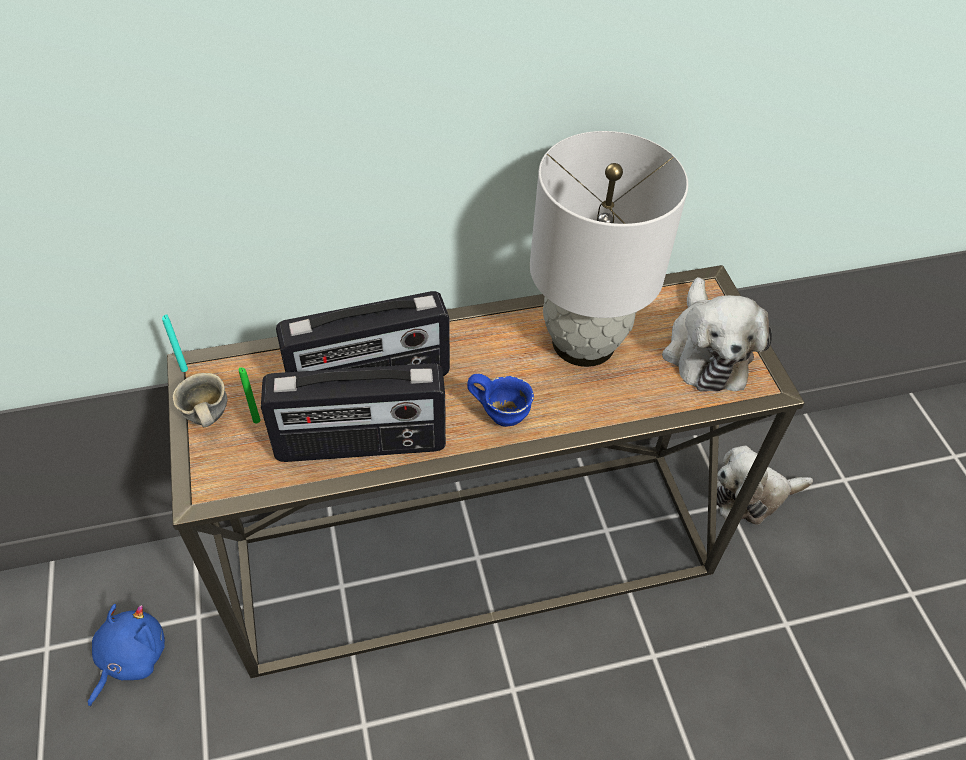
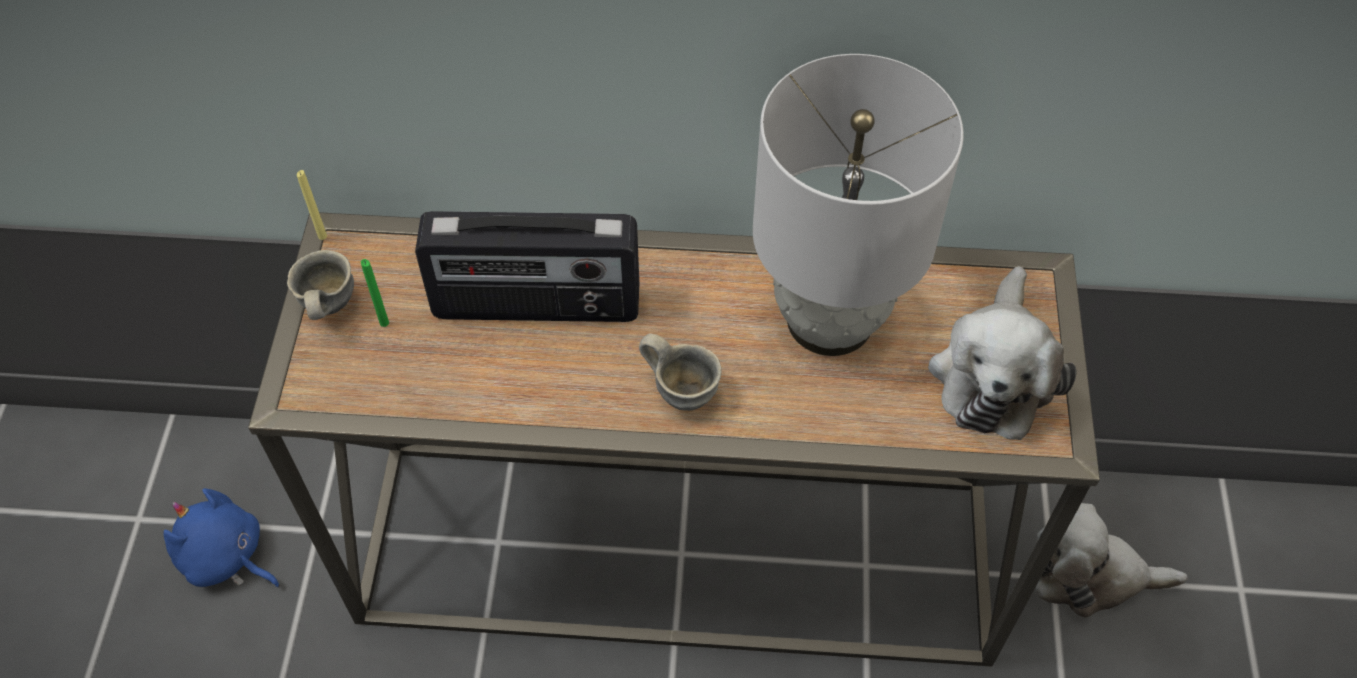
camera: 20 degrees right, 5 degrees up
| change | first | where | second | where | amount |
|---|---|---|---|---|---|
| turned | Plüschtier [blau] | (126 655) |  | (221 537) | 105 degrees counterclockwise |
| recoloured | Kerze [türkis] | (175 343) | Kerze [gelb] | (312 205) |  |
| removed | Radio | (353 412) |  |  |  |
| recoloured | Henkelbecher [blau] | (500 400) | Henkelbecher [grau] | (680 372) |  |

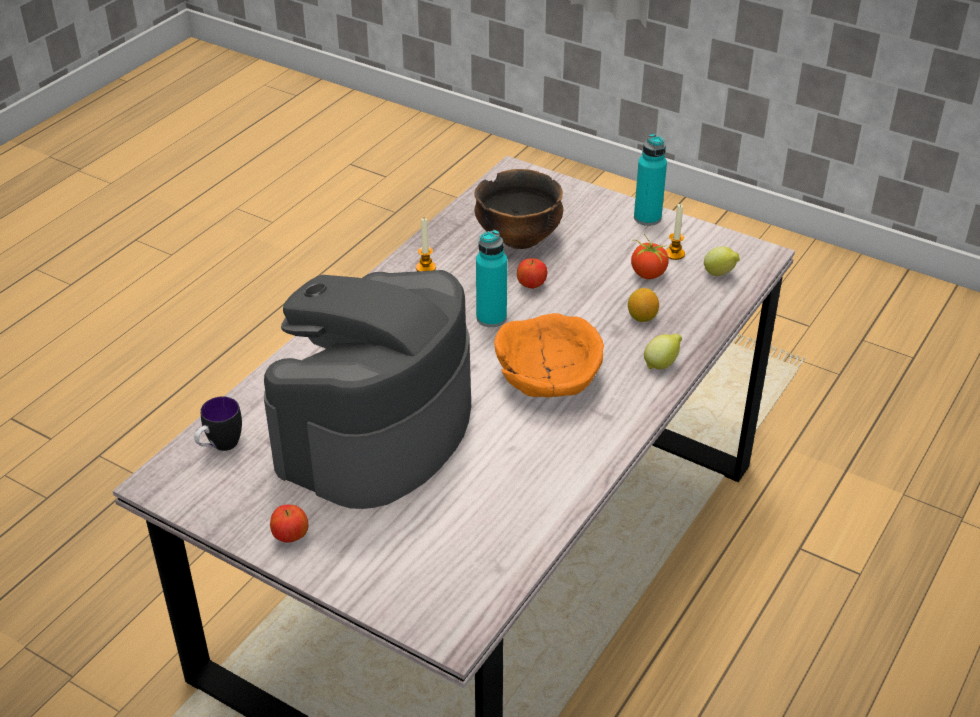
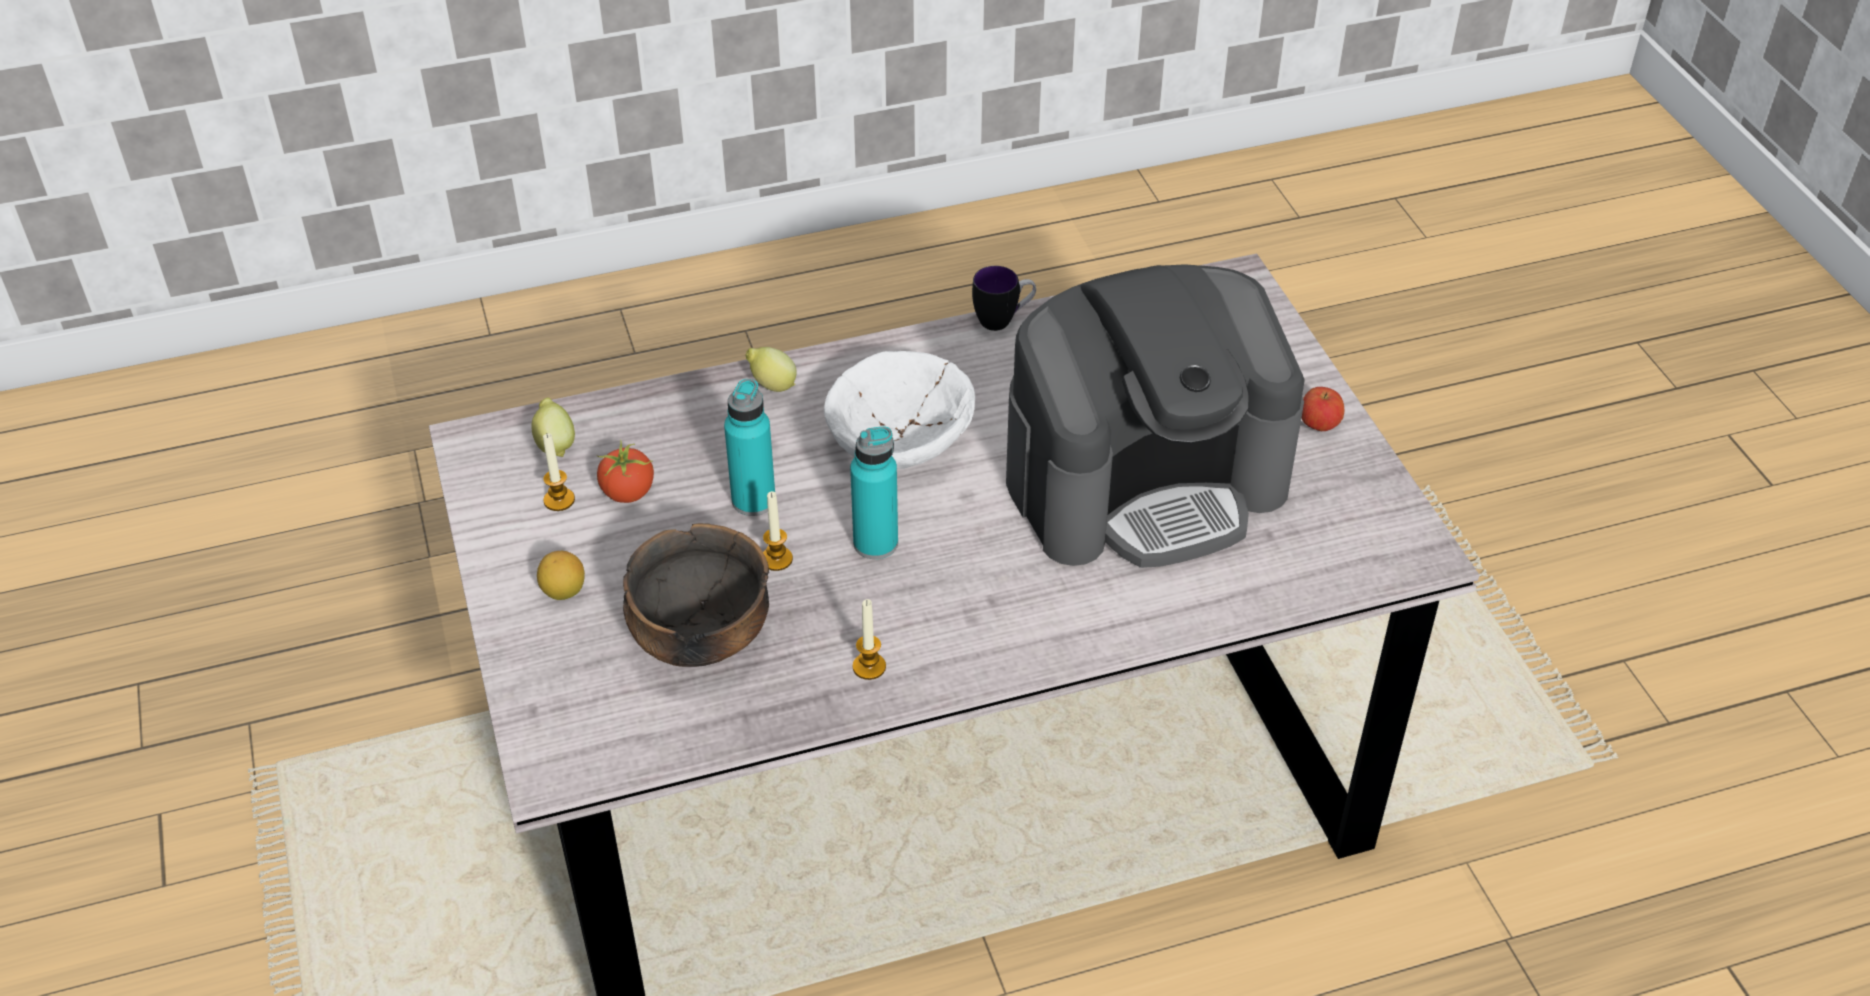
camera: 140 degrees left, 5 degrees up
| change | first | where | second | where | amount |
|---|---|---|---|---|---|
| moved | Henkelbecher | (218 423) |  | (1004 298) |  |
| recoloured | Schüssel [orange] | (549 355) | Schüssel [weiß] | (899 410) |  |
| replaced | Apfel | (532 273) | Kerze | (778 531) |  |
| moved | Zitrone | (643 305) |  | (561 575) |  |
| moved | Flasche [türkis] | (650 180) |  | (749 447) |  |

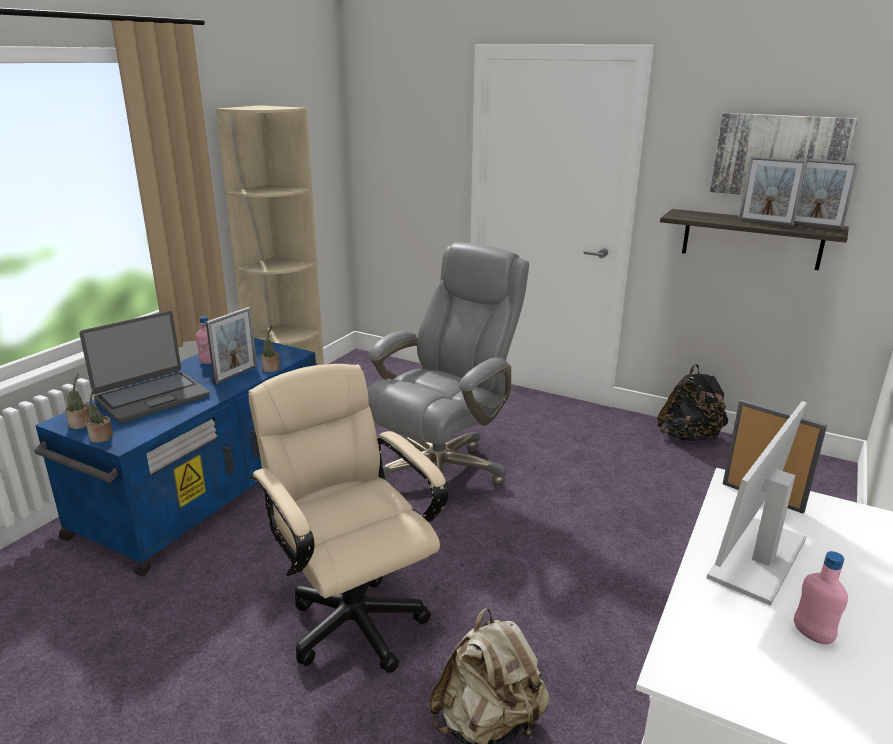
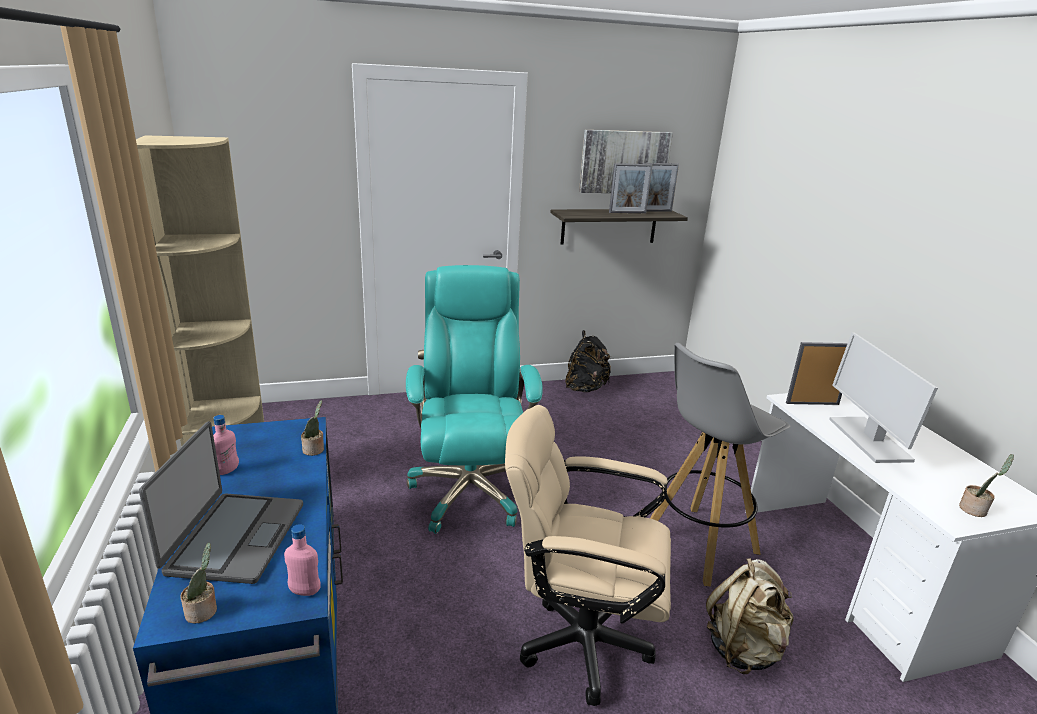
camera: 45 degrees left, 0 degrees up
| change | first | where | second | where | amount |
|---|---|---|---|---|---|
| moved | Topfpflanze | (99 415) |  | (986 485) |  |
| removed | Bilderrahmen | (231 345) |  |  |  |
| recoloured | Bürostuhl [grau] | (448 378) | Bürostuhl [türkis] | (474 399) |  |
| moved | Flasche [rosa] | (821 597) |  | (302 560) |  |
| added |  |  | Hocker [grau] | (720 464) |  |

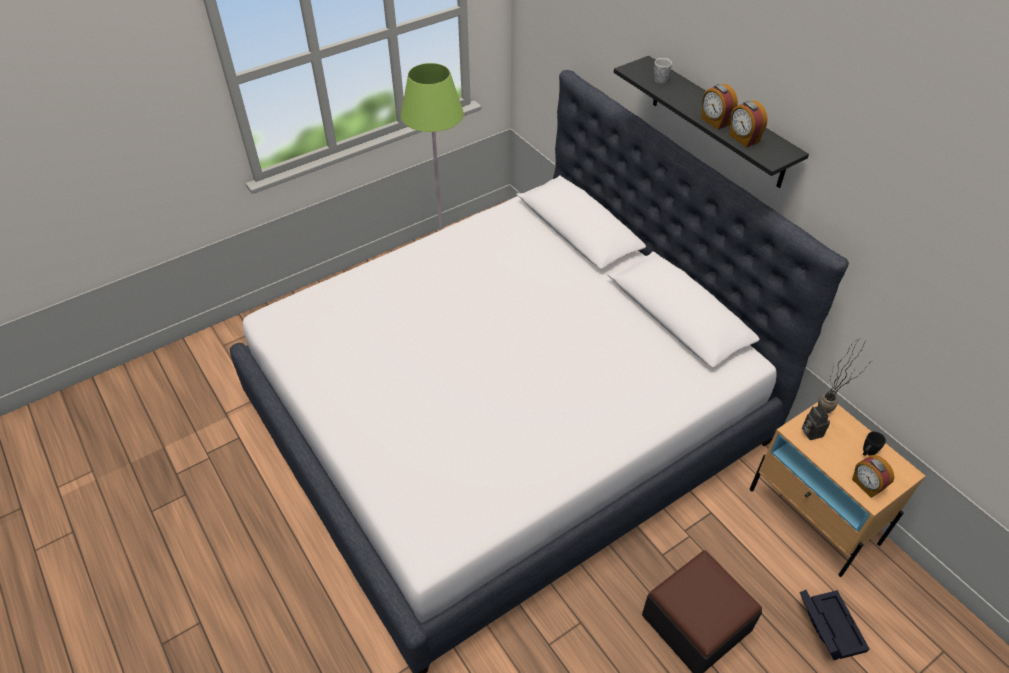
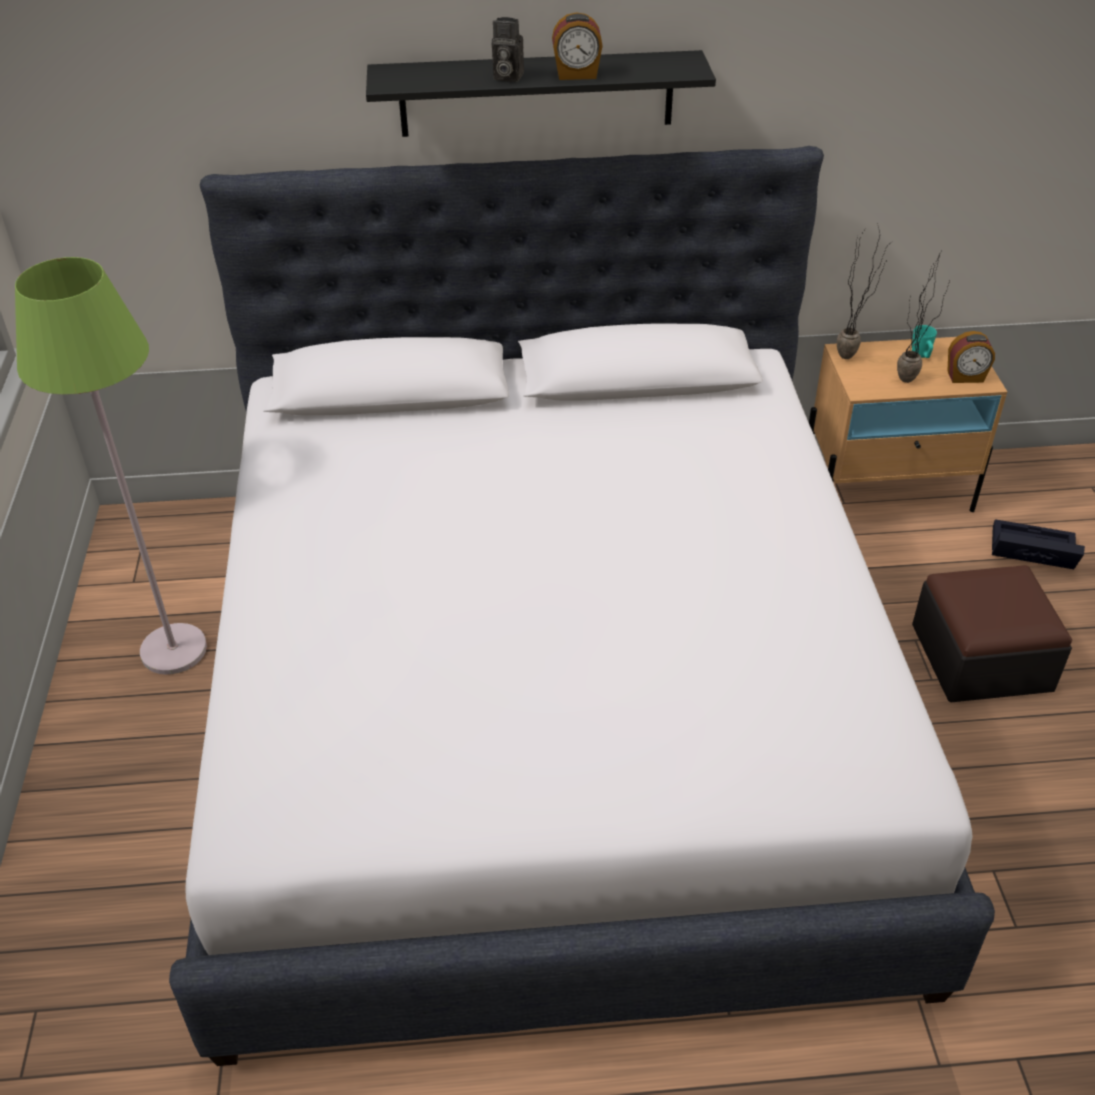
camera: 60 degrees left, 5 degrees down
| change | first | where | second | where | amount |
|---|---|---|---|---|---|
| removed | Henkelbecher [weiß] | (663 71) |  |  |  |
| removed | Wecker | (748 123) |  |  |  |
| moved | Kamera | (816 422) |  | (508 49) |  |
| recoloured | Henkelbecher [schwarz] | (874 443) | Henkelbecher [türkis] | (924 341) |  |
| added |  |  | Topfpflanze | (923 317) |  |

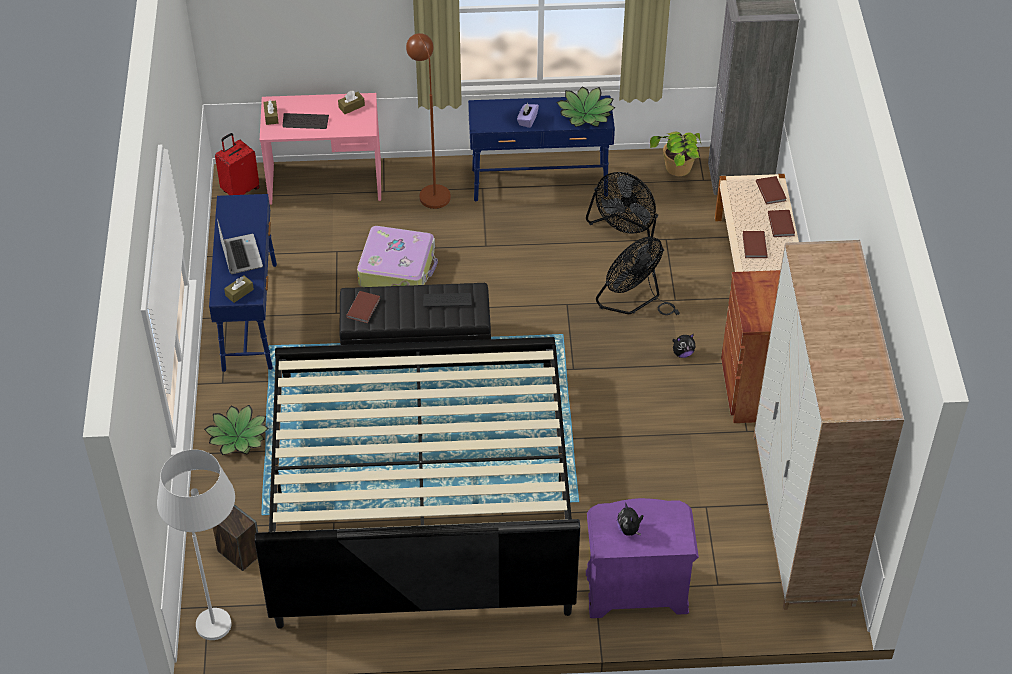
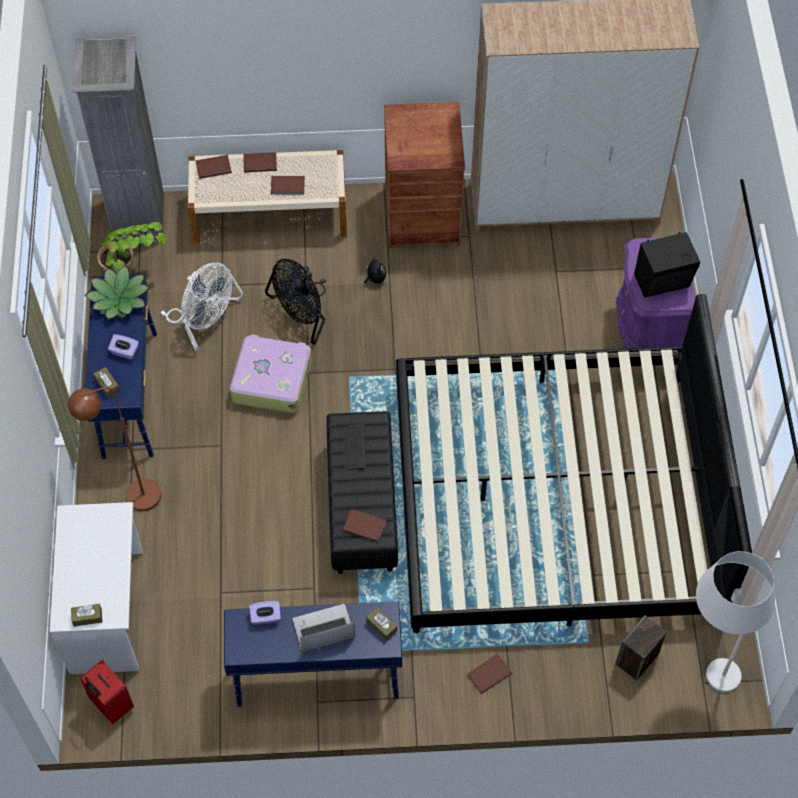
camera: 90 degrees left, 10 degrees up
| change | first | where | second | where | amount |
|---|---|---|---|---|---|
| replaced | Topfpflanze | (236 430) | Buch [braun] | (489 673) |  |
| recoloured | Schreibtisch [rosa] | (320 149) | Schreibtisch [weiß] | (96 588) |  |
| removed | Tastatur | (306 121) |  |  |  |
| moved | Taschentuchbox [braun] | (351 102) |  | (106 382) |  |
| moved | Koffer | (397 256) |  | (271 373) |  |
| recoloured | Ventilator [schwarz] | (622 212) | Ventilator [weiß] | (202 307) |  |
| replaced | Plüschtier | (630 519) | Lautsprecher [schwarz] | (667 265) |  |
| added |  |  | Taschentuchbox [lila] | (265 613) |  |

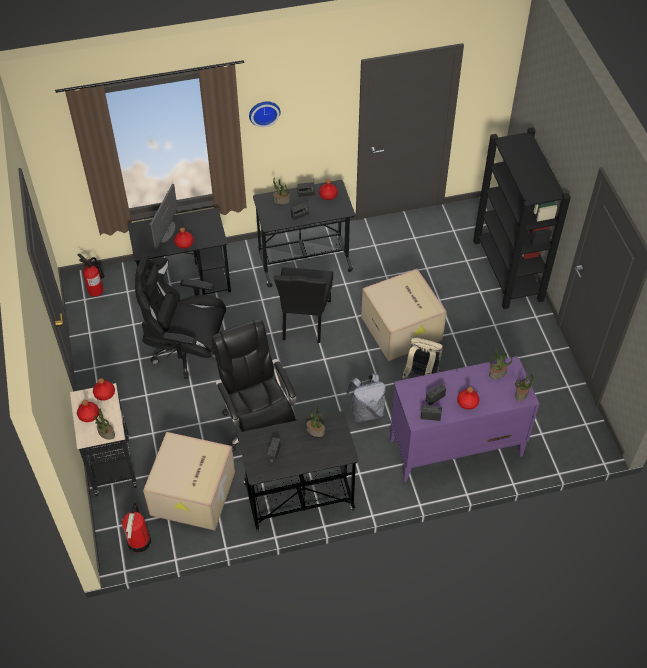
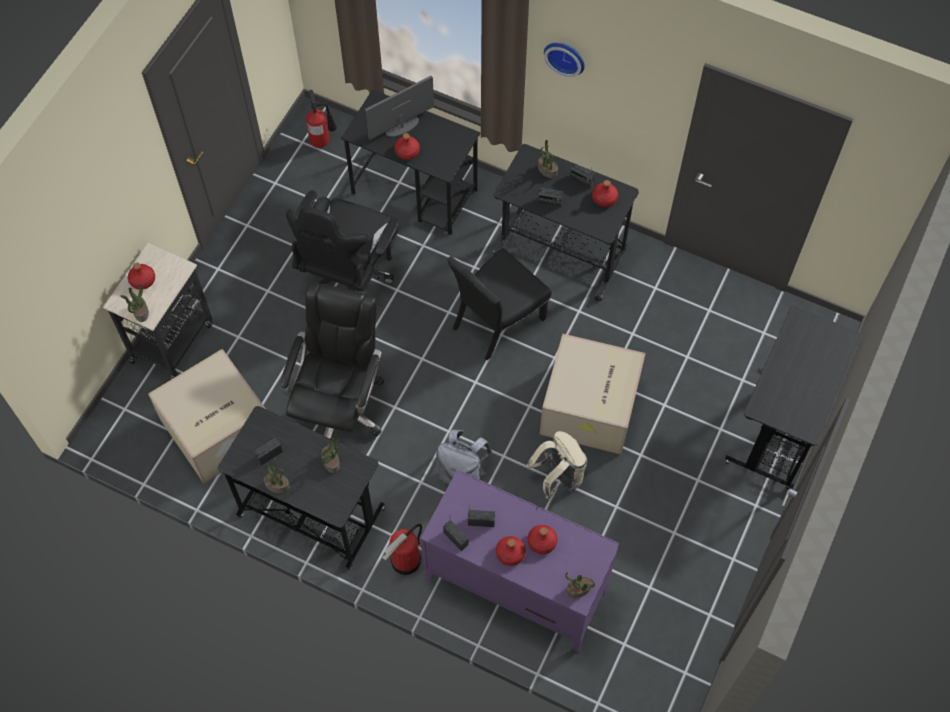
camera: 40 degrees right, 10 degrees up
| change | first | where | second | where | amount |
|---|---|---|---|---|---|
| moved | Flasche [rot] | (104 389) |  | (542 539) |  |
| moved | Feuerlöscher | (136 528) |  | (402 549) |  |
| turned | Bürostuhl [schwarz] | (180 316) |  | (343 241) | 120 degrees counterclockwise |
| replaced | Bücherregal [schwarz] | (522 218) | Schreibtisch [schwarz] | (793 398) |  |
| moved | Topfpflanze | (500 363) |  | (277 475) |  |

